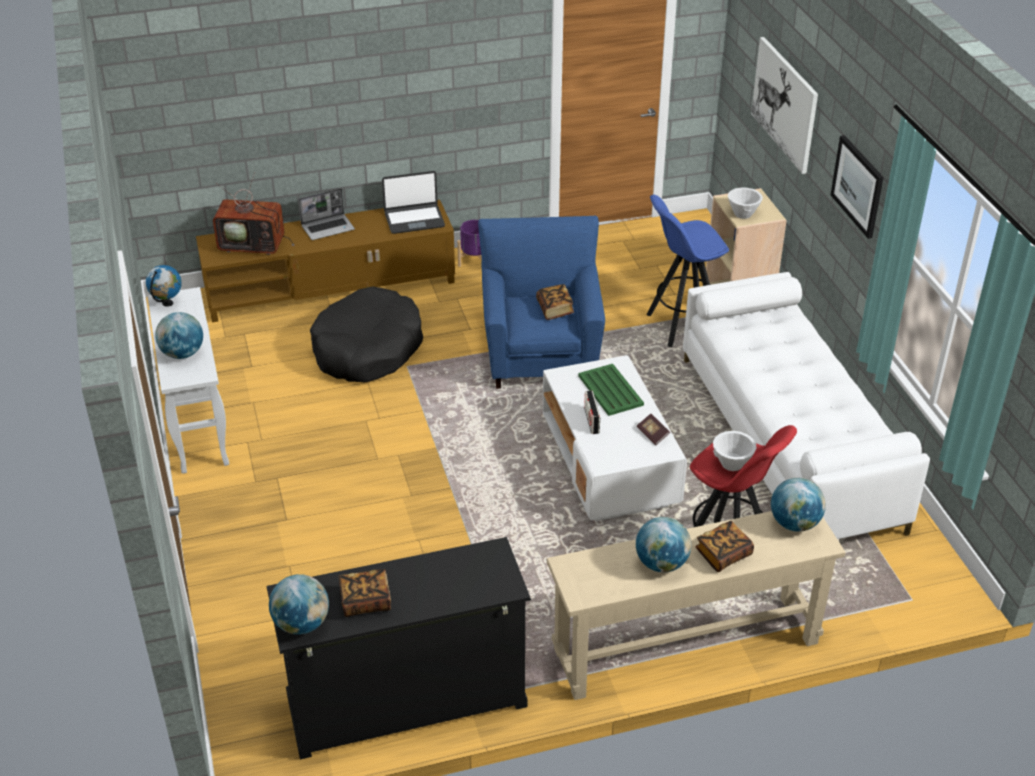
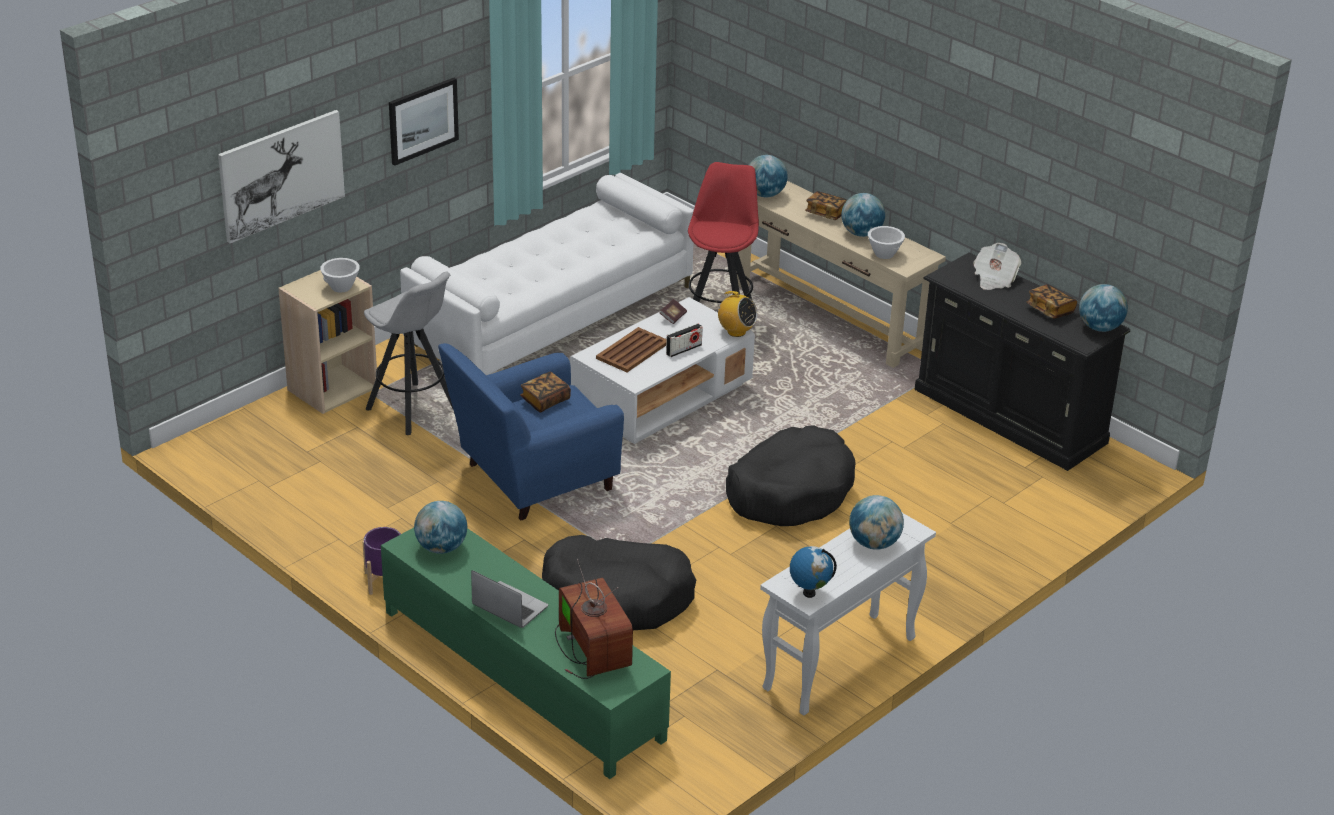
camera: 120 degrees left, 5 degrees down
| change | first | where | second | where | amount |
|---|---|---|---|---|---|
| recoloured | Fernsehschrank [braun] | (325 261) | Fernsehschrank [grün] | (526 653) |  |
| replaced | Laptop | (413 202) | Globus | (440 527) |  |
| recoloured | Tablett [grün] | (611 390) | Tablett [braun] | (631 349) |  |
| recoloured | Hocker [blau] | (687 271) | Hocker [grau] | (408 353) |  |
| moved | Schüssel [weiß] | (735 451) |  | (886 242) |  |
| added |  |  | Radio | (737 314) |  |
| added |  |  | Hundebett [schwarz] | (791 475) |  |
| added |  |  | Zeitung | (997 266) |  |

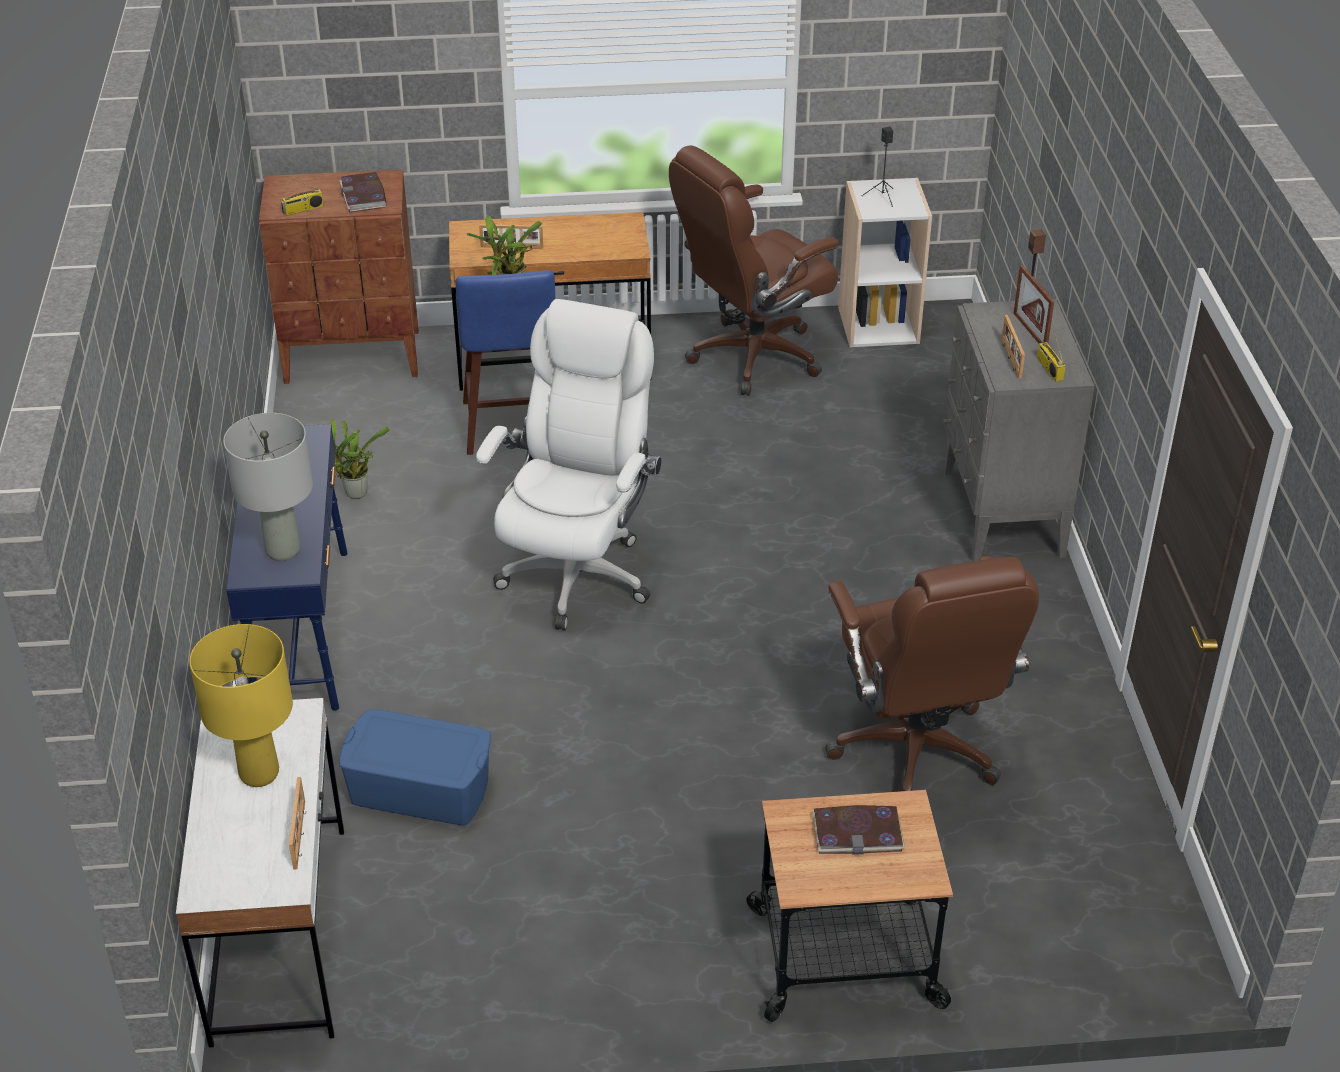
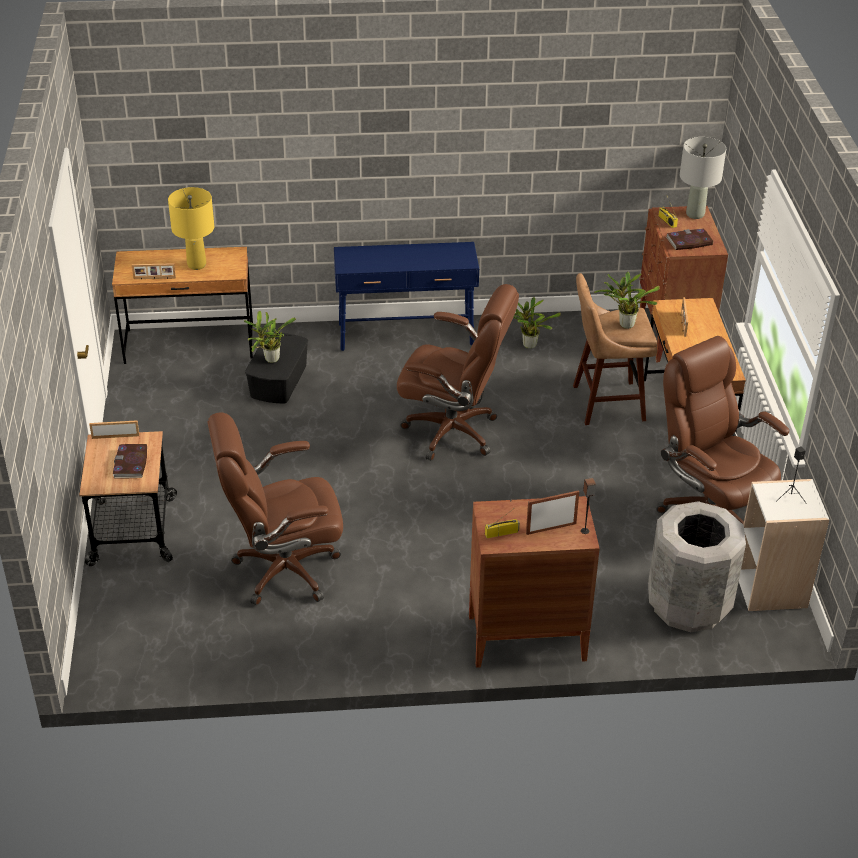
camera: 90 degrees right, 0 degrees up
| change | first | where | second | where | amount |
|---|---|---|---|---|---|
| recoloured | Schreibtisch [weiß] | (260 872) | Schreibtisch [braun] | (182 305) |  |
| moved | Tischlampe [grau] | (268 487) |  | (703 178) |  |
| recoloured | Aufbewahrungsbox [blau] | (415 767) | Aufbewahrungsbox [schwarz] | (276 368) |  |
| recoloured | Hocker [blau] | (506 362) | Hocker [braun] | (615 349) |  |
| recoloured | Bürostuhl [weiß] | (568 464) | Bürostuhl [braun] | (458 372) |  |
| recoloured | Kommode [grau] | (1019 430) | Kommode [braun] | (534 582) |  |
| moved | Bilderrahmen | (1013 347) |  | (114 429) |  |
| added |  |  | Topfpflanze | (270 337) |  |
| added |  |  | Mülleimer [grau] | (697 566) |  |

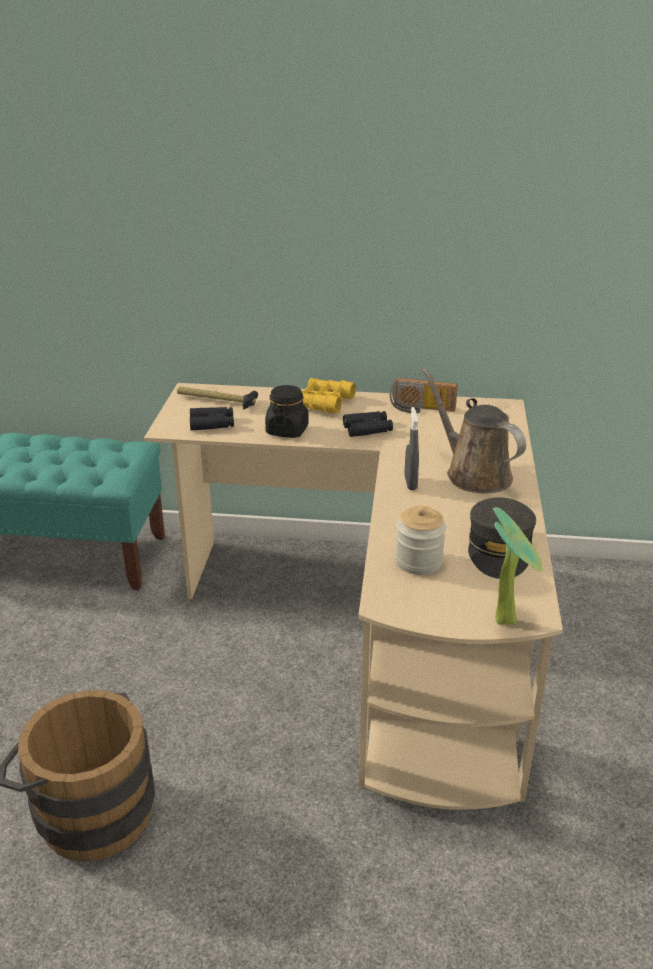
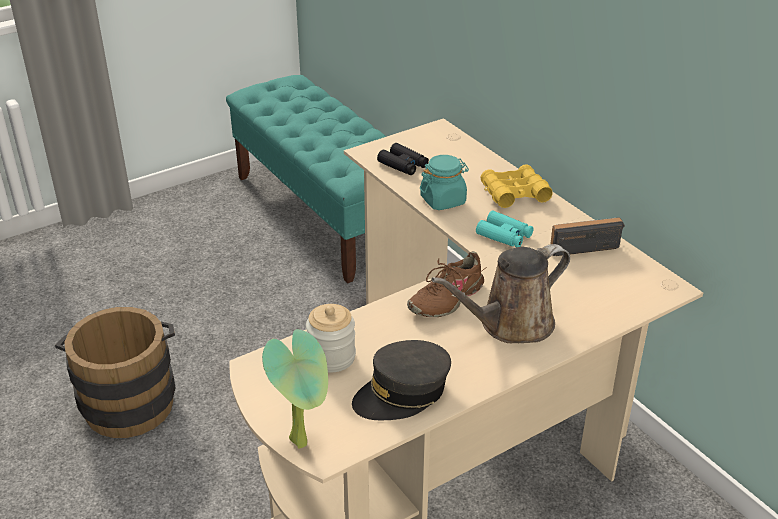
camera: 50 degrees right, 5 degrees up
| change | first | where | second | where | amount |
|---|---|---|---|---|---|
| removed | Hammer | (217 398) |  |  |  |
| recoloured | Vorratsglas [schwarz] | (287 411) | Vorratsglas [türkis] | (444 182) |  |
| recoloured | Fernglas [schwarz] | (368 424) | Fernglas [türkis] | (504 229) |  |
| turned | Radio | (424 395) |  | (587 236) | 105 degrees clockwise |
| replaced | Sprühflasche [grau] | (412 448) | Schuh [braun] | (447 284) |  |
| turned | Gießkanne [braun] | (474 430) |  | (500 293) | 135 degrees counterclockwise |

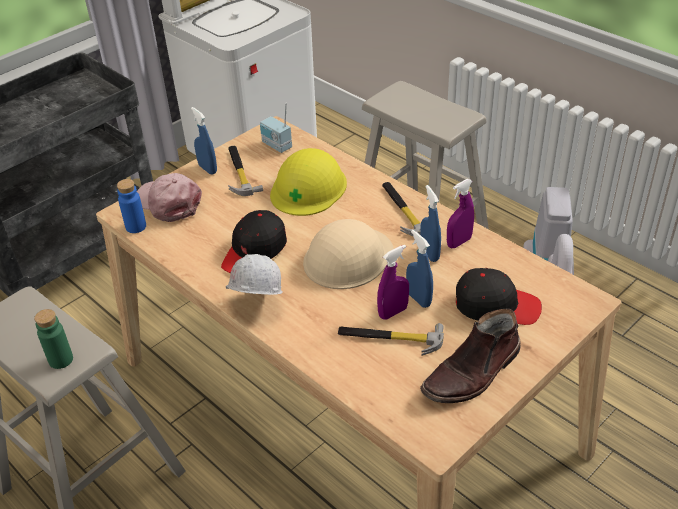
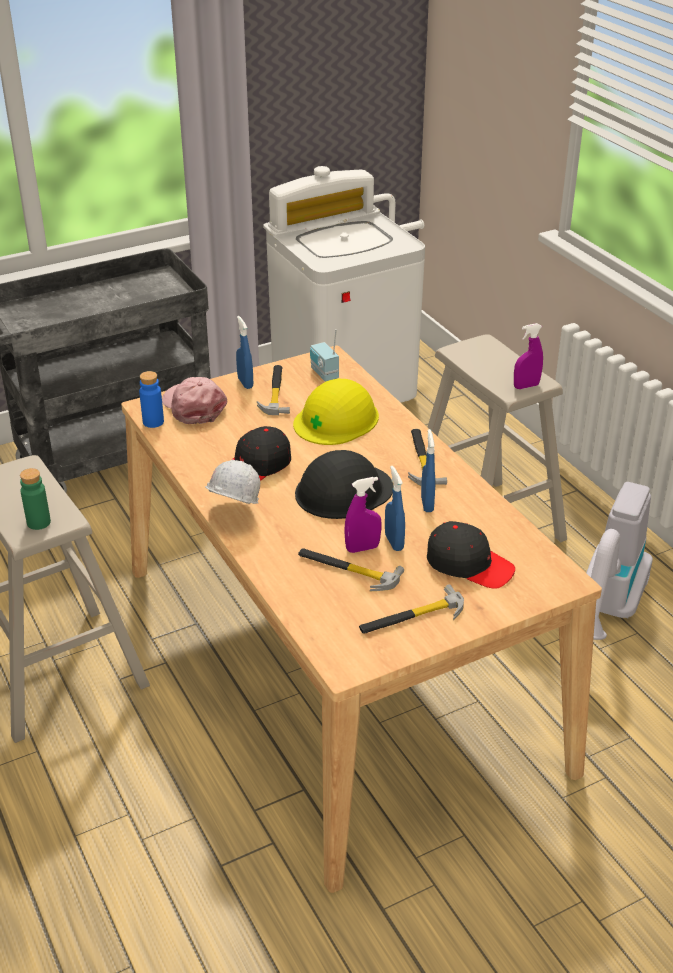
camera: 15 degrees right, 5 degrees down
| change | first | where | second | where | amount |
|---|---|---|---|---|---|
| recoloured | Schutzhelm [beige] | (348 254) | Schutzhelm [schwarz] | (344 484) |  |
| replaced | Stiefel [braun] | (470 356) | Hammer | (411 609) |  |
| moved | Sprühflasche [lila] | (460 213) |  | (528 356) |  |

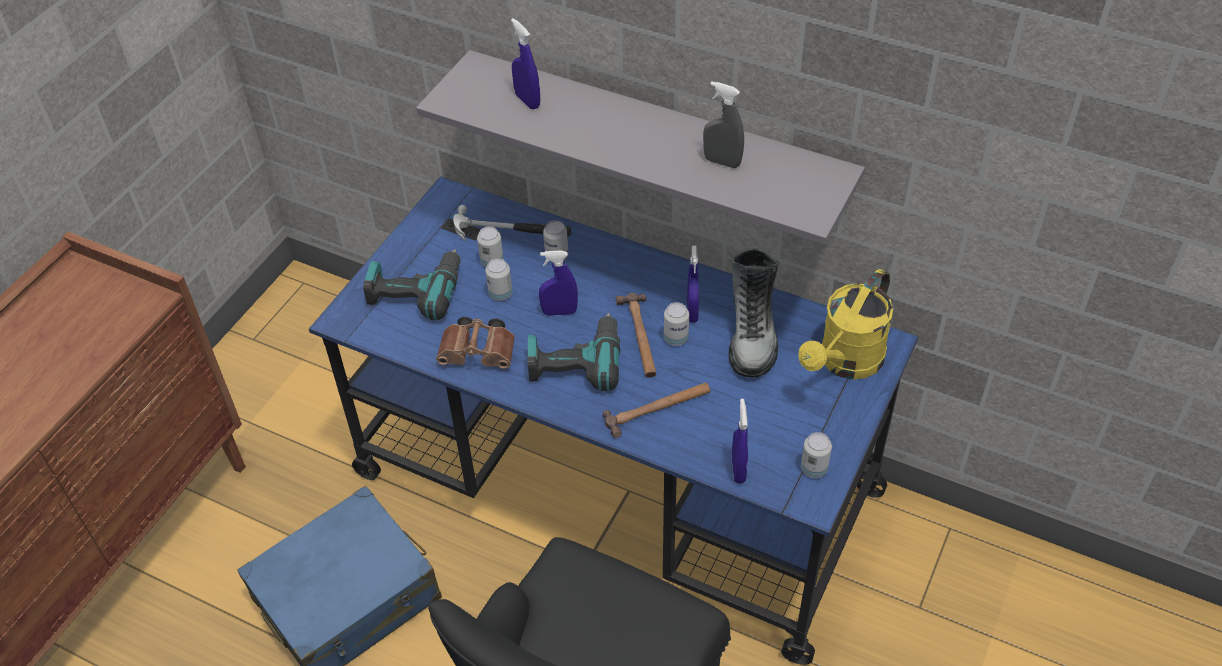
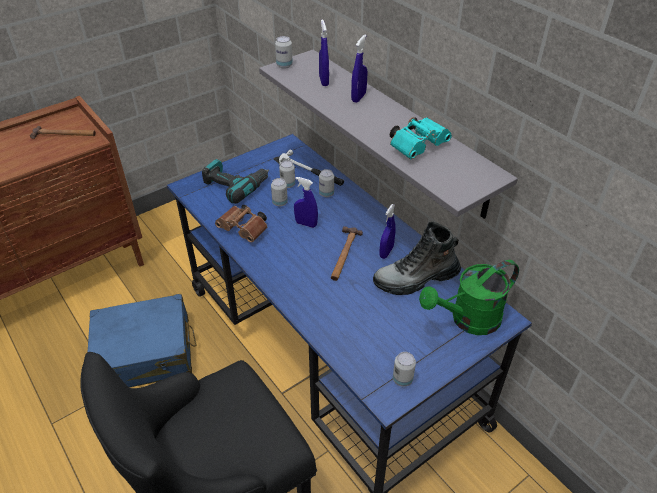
camera: 25 degrees right, 5 degrees down
| change | first | where | second | where | amount |
|---|---|---|---|---|---|
| removed | Bohrmaschine | (574 352) |  |  |  |
| moved | Hammer | (656 410) |  | (63 132) |  |
| moved | Dose | (676 324) |  | (284 52) |  |
| replaced | Sprühflasche [grau] | (723 125) | Fernglas [türkis] | (421 138) |  |
| turned | Stiefel | (754 313) |  | (417 258) | 45 degrees clockwise |
| moved | Sprühflasche [blau] | (740 441) |  | (359 69) |  |
| recoloured | Gießkanne [gelb] | (845 324) | Gießkanne [grün] | (469 297) |  |

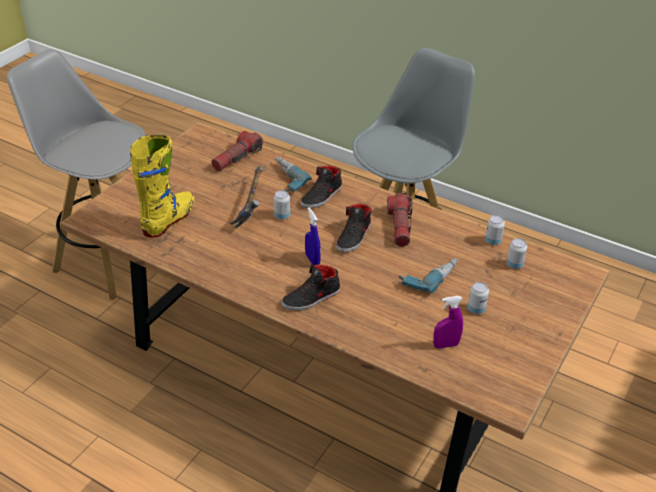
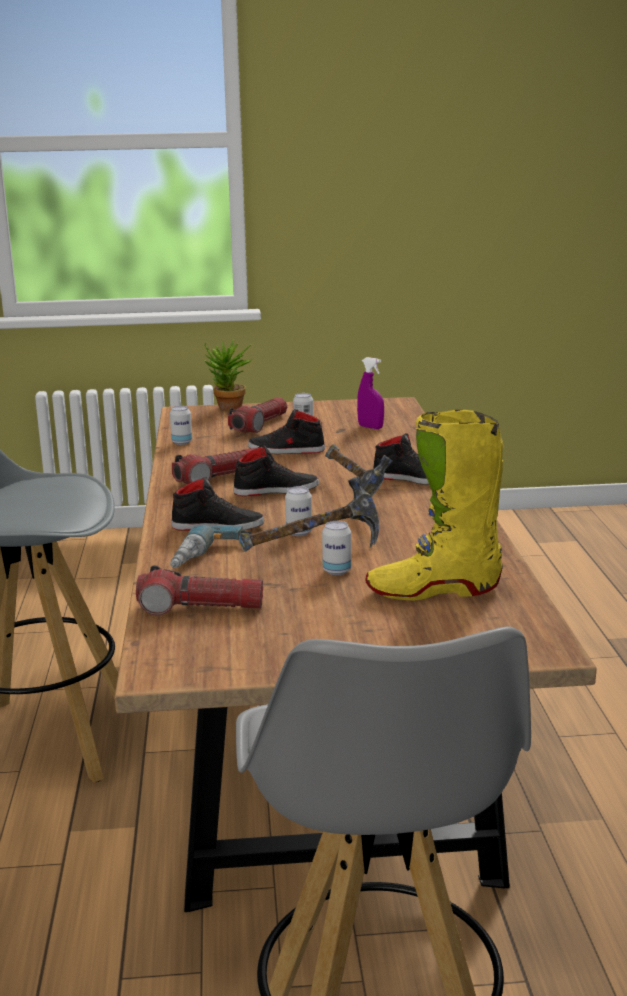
camera: 125 degrees left, 20 degrees down
| change | first | where | second | where | amount |
|---|---|---|---|---|---|
| replaced | Sprühflasche [blau] | (313 236) | Hammer | (359 475) |  |
| replaced | Bohrmaschine | (428 276) | Schuh [schwarz] | (286 431) |  |
| moved | Dose | (516 253) |  | (336 548) |  |
| added |  |  | Topfpflanze | (228 375) |  |
| added |  |  | Taschenlampe | (257 415) |  |

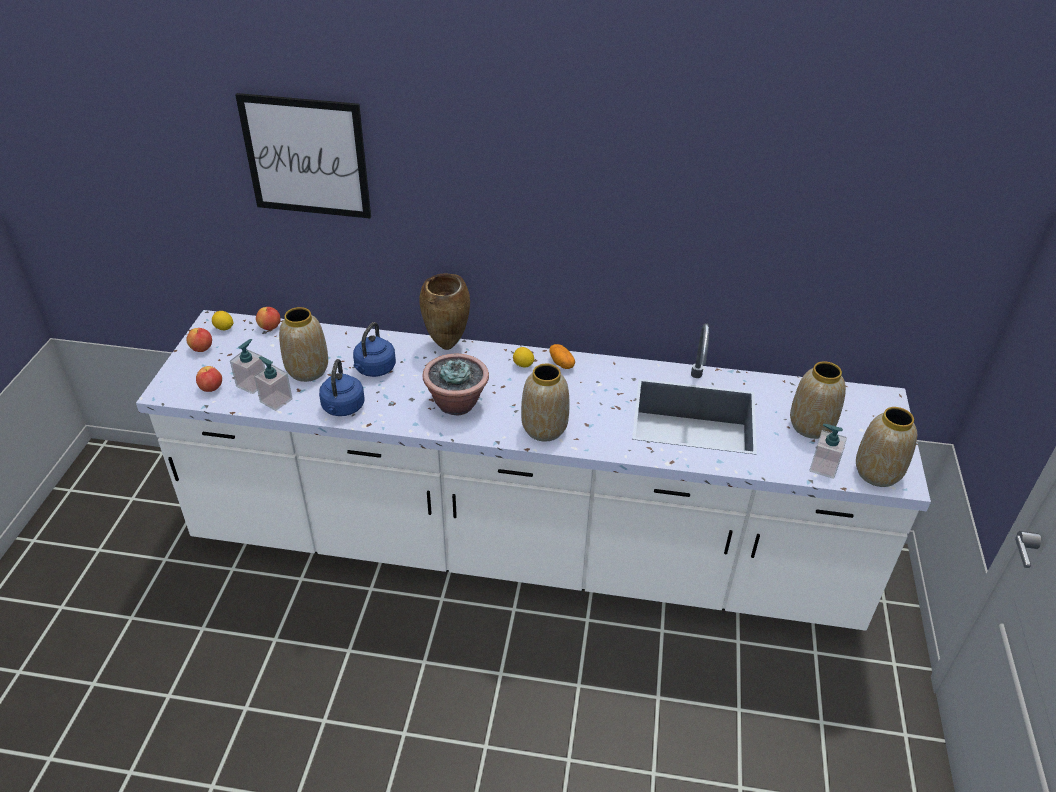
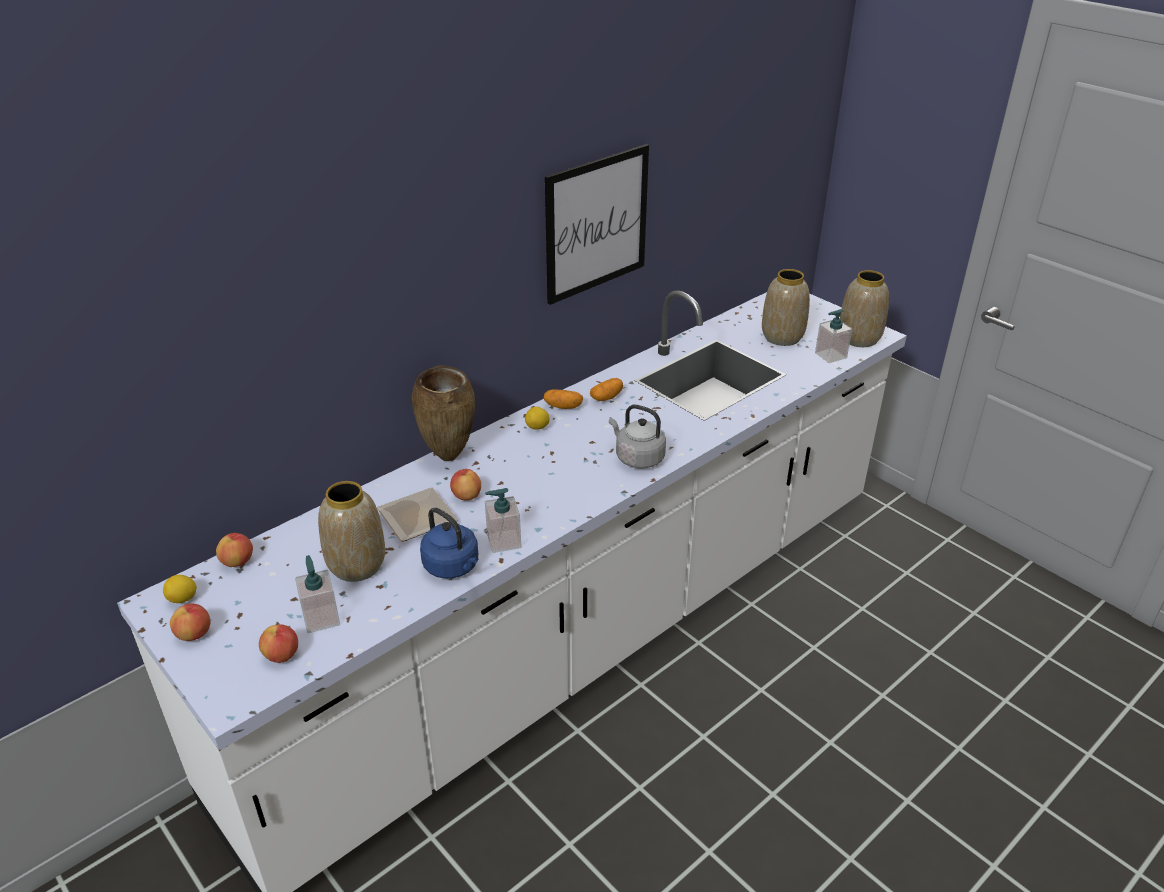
camera: 50 degrees left, 5 degrees down
| change | first | where | second | where | amount |
|---|---|---|---|---|---|
| moved | Bild | (303 155) |  | (597 224) |  |
| moved | Seifenspender | (273 383) |  | (503 520) |  |
| replaced | Wasserkessel [blau] | (374 349) | Teller | (417 514) |  |
| removed | Topfpflanze | (455 384) |  |  |  |
| replaced | Vase | (545 403) | Wasserkessel [grau] | (637 436) |  |
| added |  |  | Apfel | (465 484) |  |
| added |  |  | Kartoffel | (606 389) |  |

